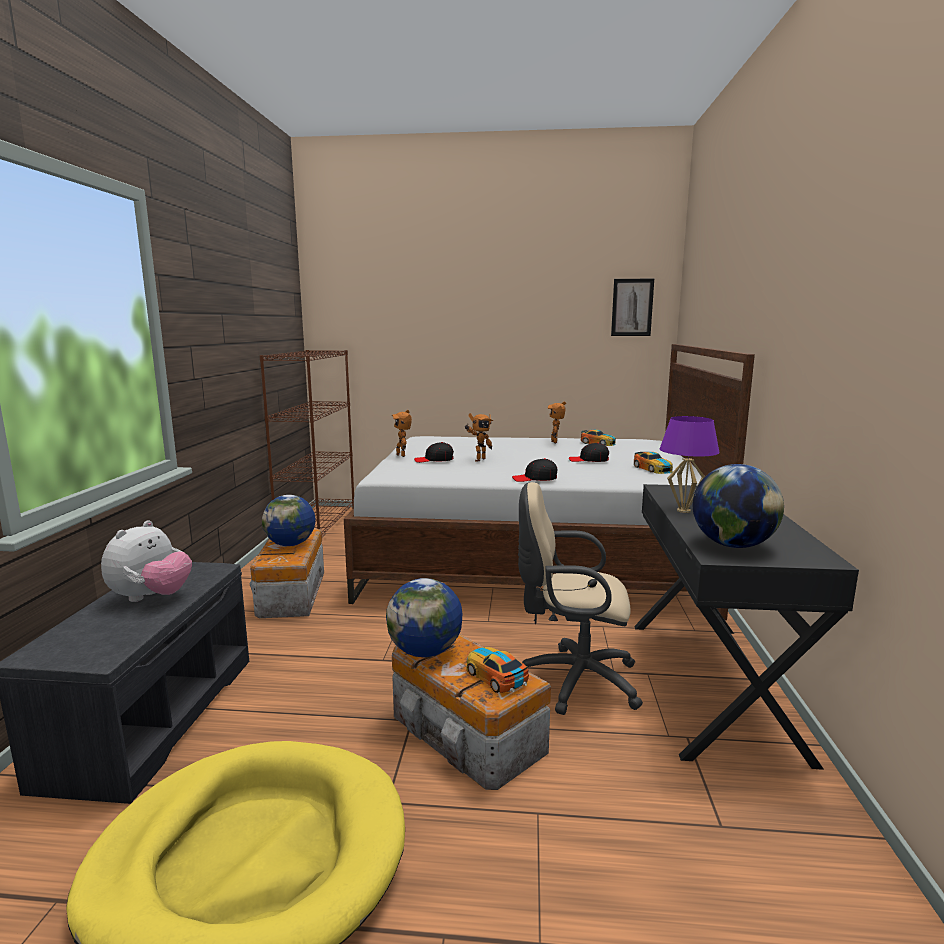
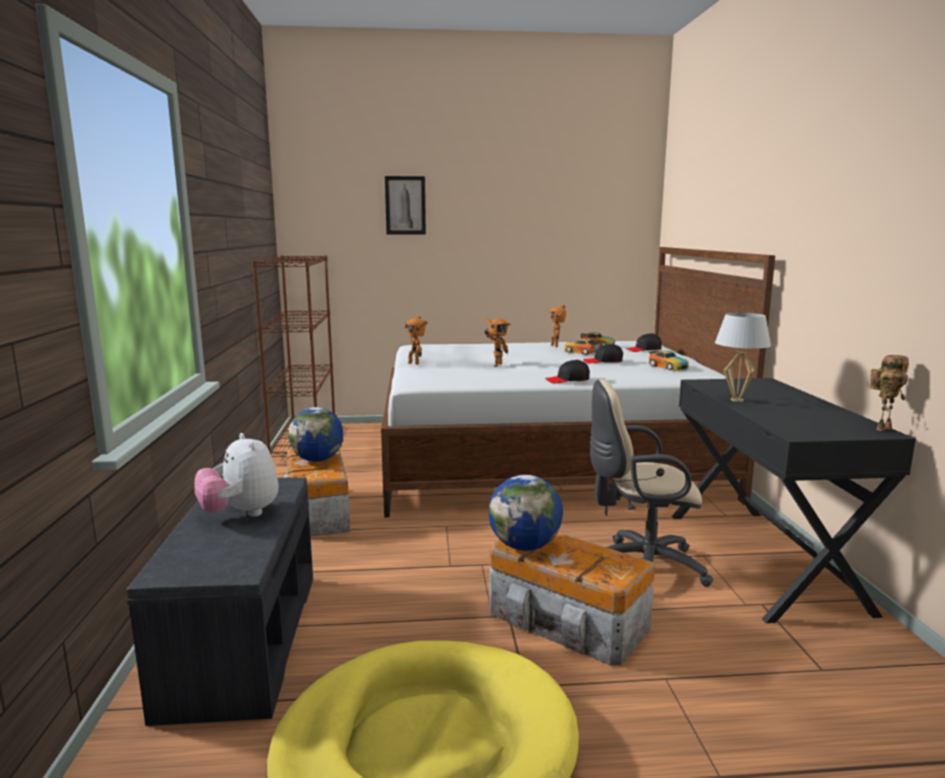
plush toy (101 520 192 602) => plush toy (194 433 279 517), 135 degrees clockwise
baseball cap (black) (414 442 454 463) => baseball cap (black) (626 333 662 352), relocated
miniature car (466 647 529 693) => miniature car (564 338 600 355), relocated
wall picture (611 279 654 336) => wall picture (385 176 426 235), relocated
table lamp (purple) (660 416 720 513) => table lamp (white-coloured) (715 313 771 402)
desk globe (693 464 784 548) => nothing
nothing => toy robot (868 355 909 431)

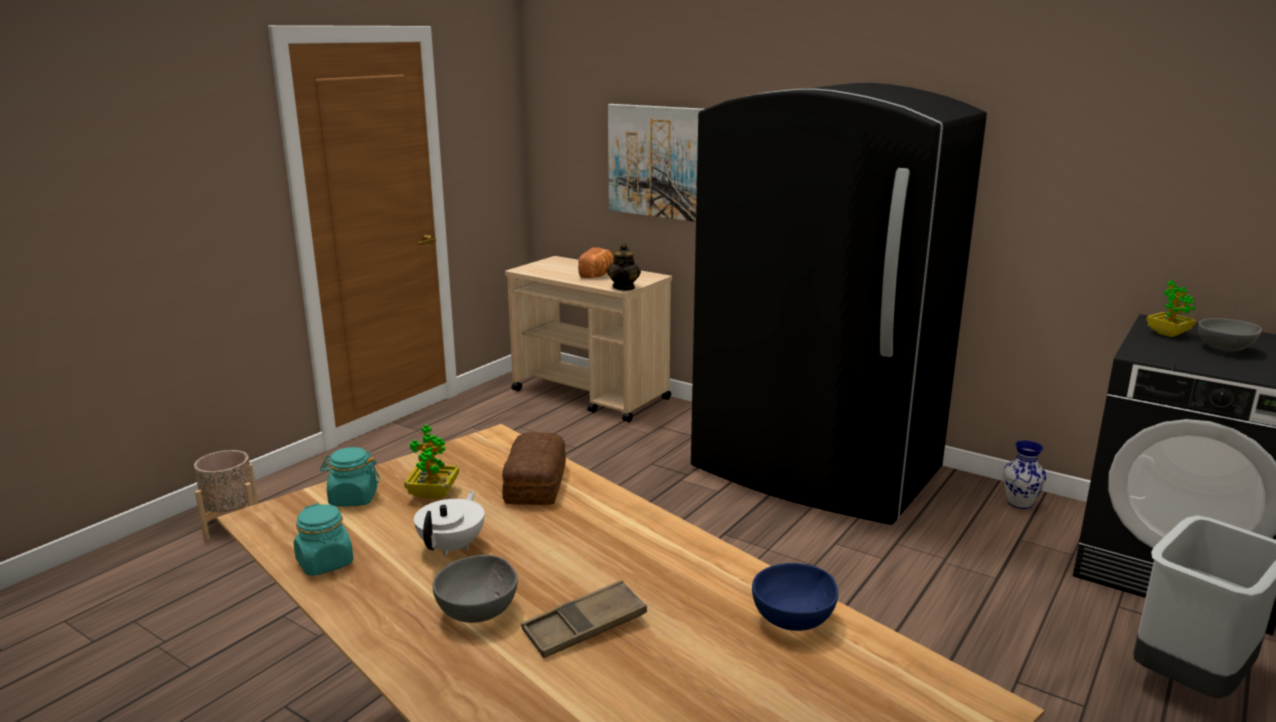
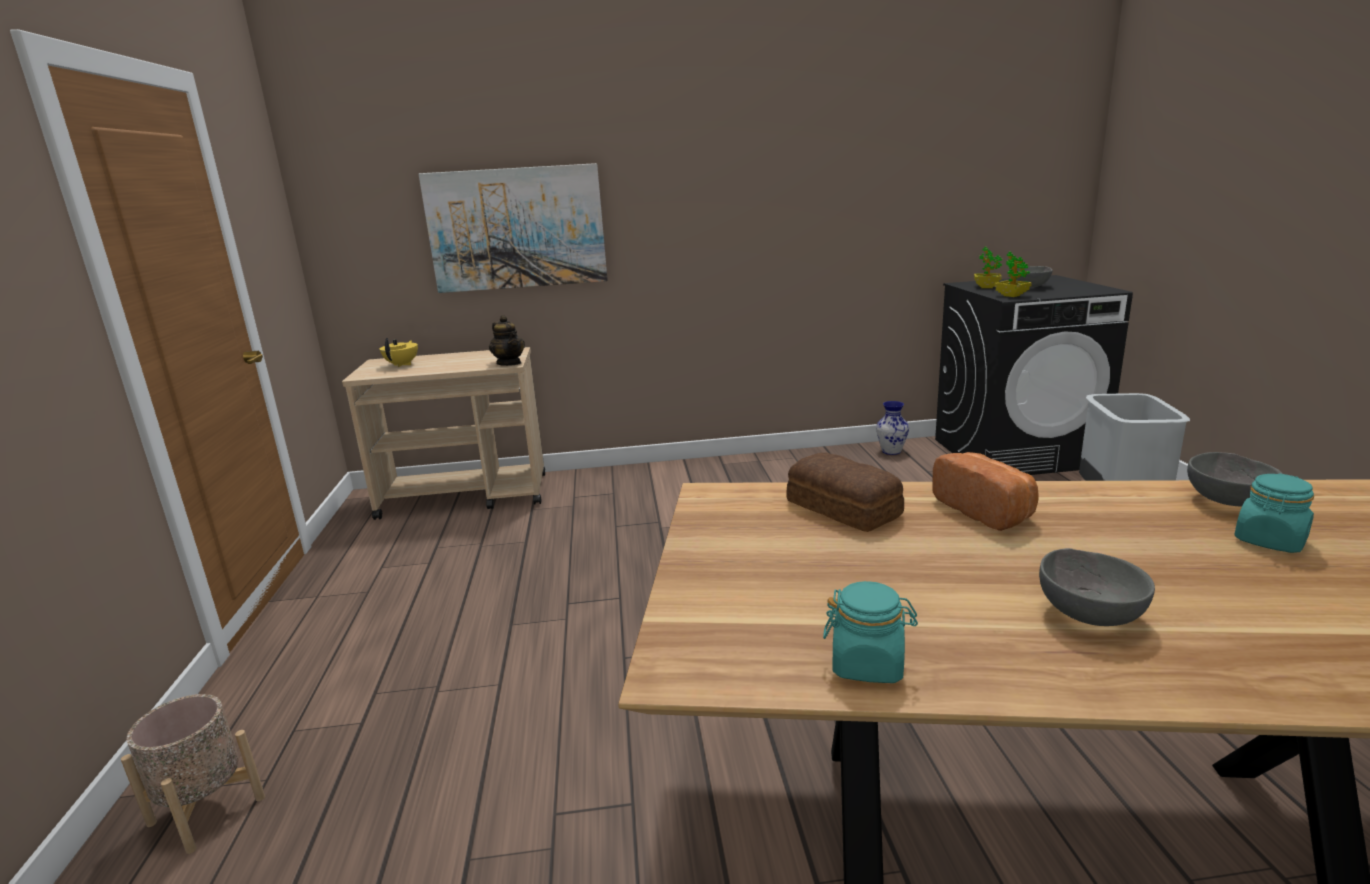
preserve jar (turquoise-coloured) (320 447 380 506) => preserve jar (turquoise-coloured) (1234 473 1314 553), relocated
plant in a pot (404 424 459 499) => plant in a pot (994 252 1032 297), relocated
pot for tea (white-coloured) (414 491 485 556) => nothing
carrying tray (brown-coloured) (521 580 647 658) => nothing
baked bread (578 247 614 278) => baked bread (933 452 1039 531), relocated
refrigerator (black) (691 83 987 525) => nothing
bowl (blue) (752 563 838 631) => bowl (gray) (1187 452 1283 506)
nothing => pot for tea (yellowish) (380 338 418 367)

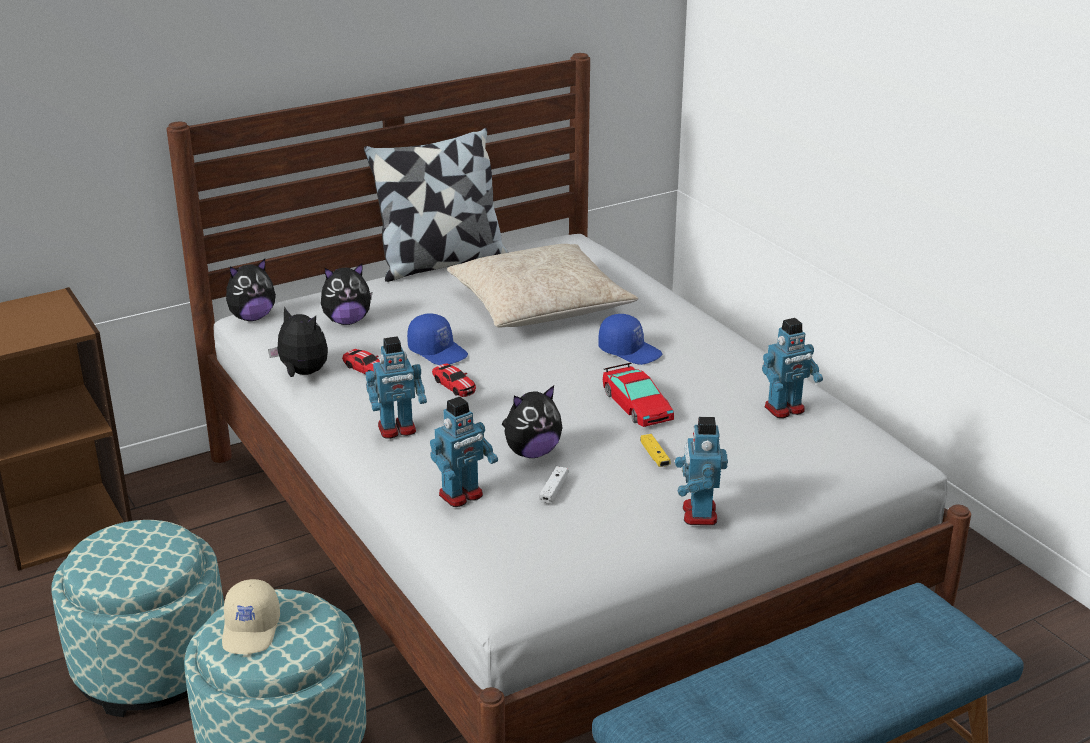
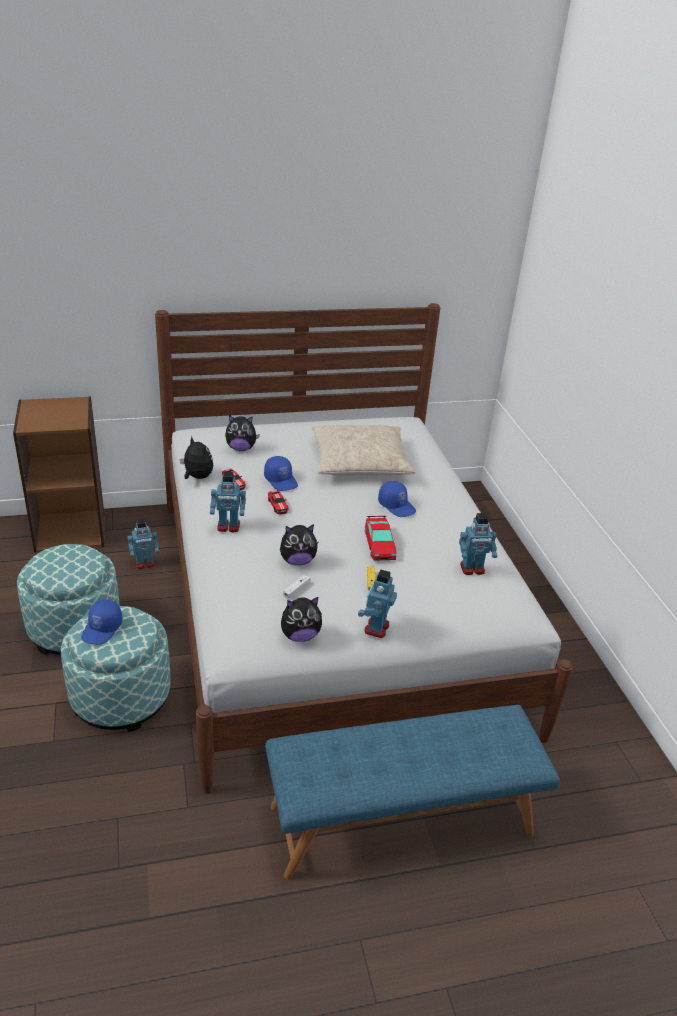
baseball cap (beige) (222 579 280 654) => baseball cap (blue) (81 599 122 645)
plush toy (226 259 276 321) => plush toy (281 597 322 642), relocated
throw pillow (364 128 508 282) => nothing
toy robot (430 397 498 507) => toy robot (127 519 159 569), relocated

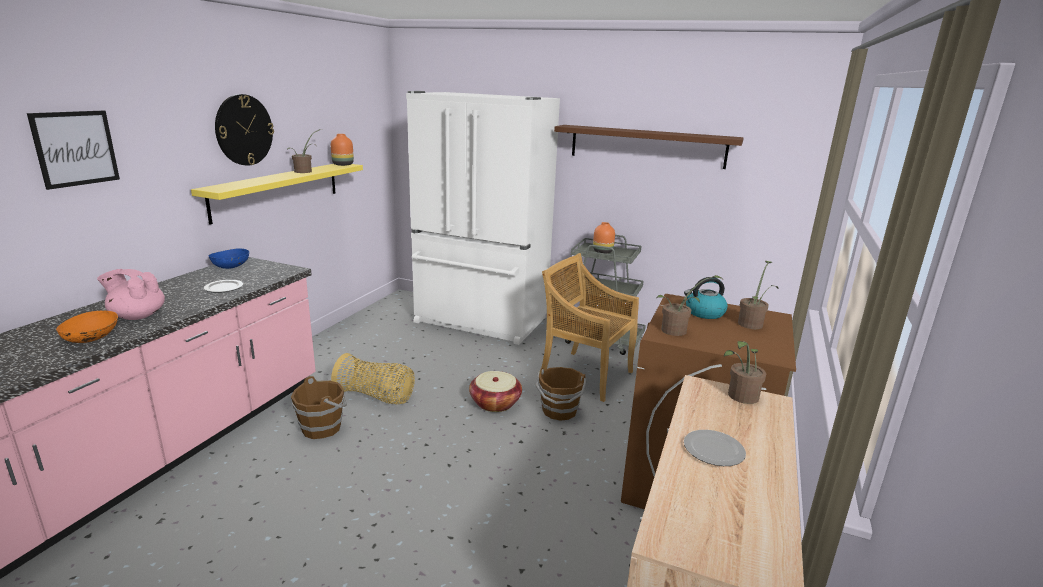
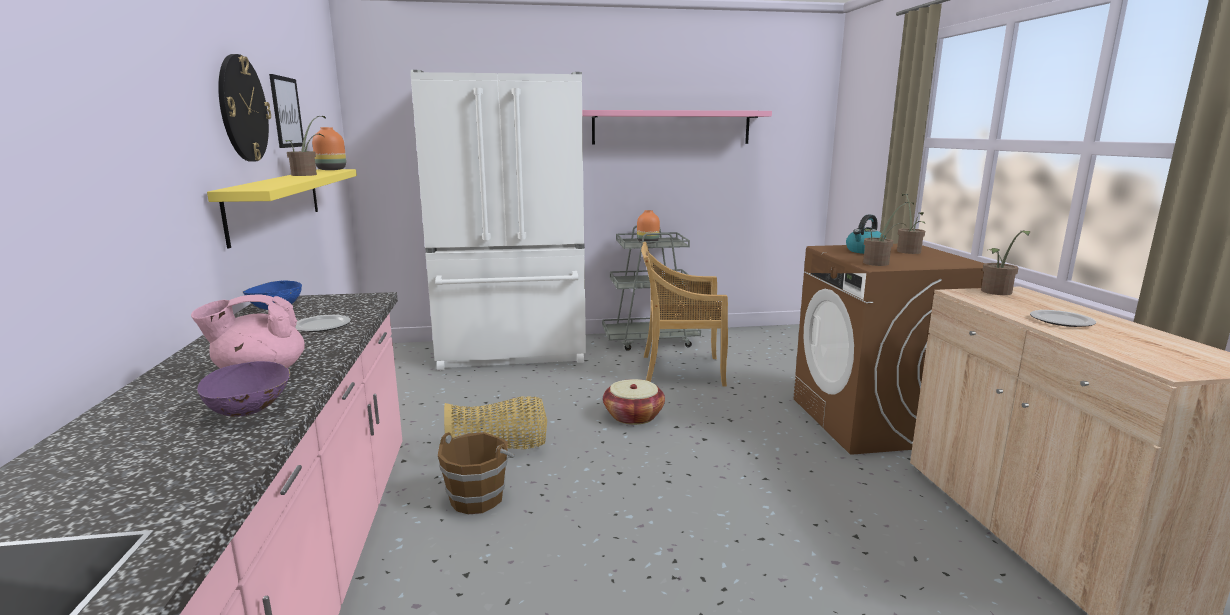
wall picture (27 111 120 190) => wall picture (269 74 304 148), relocated
bowl (orange) (56 311 118 343) => bowl (purple) (197 361 290 417)
bucket (brown-coloured) (536 367 587 421) => nothing
wall shelf (brown-coloured) (554 125 744 169) => wall shelf (pinkish) (582 110 772 144)

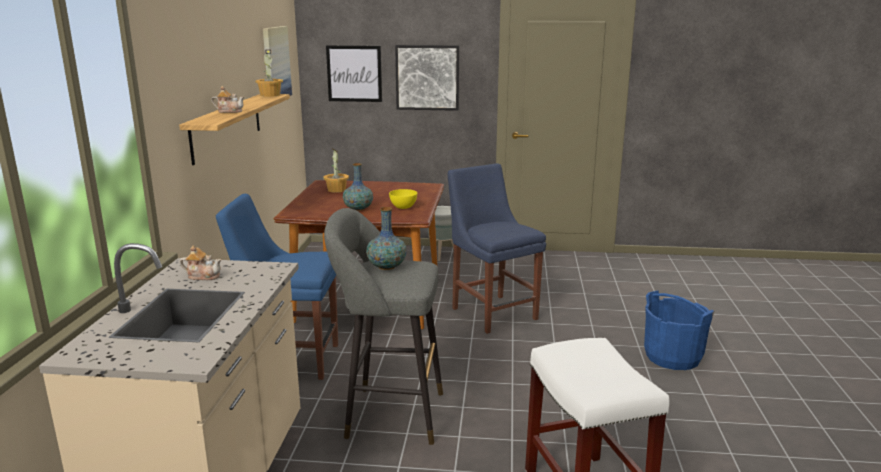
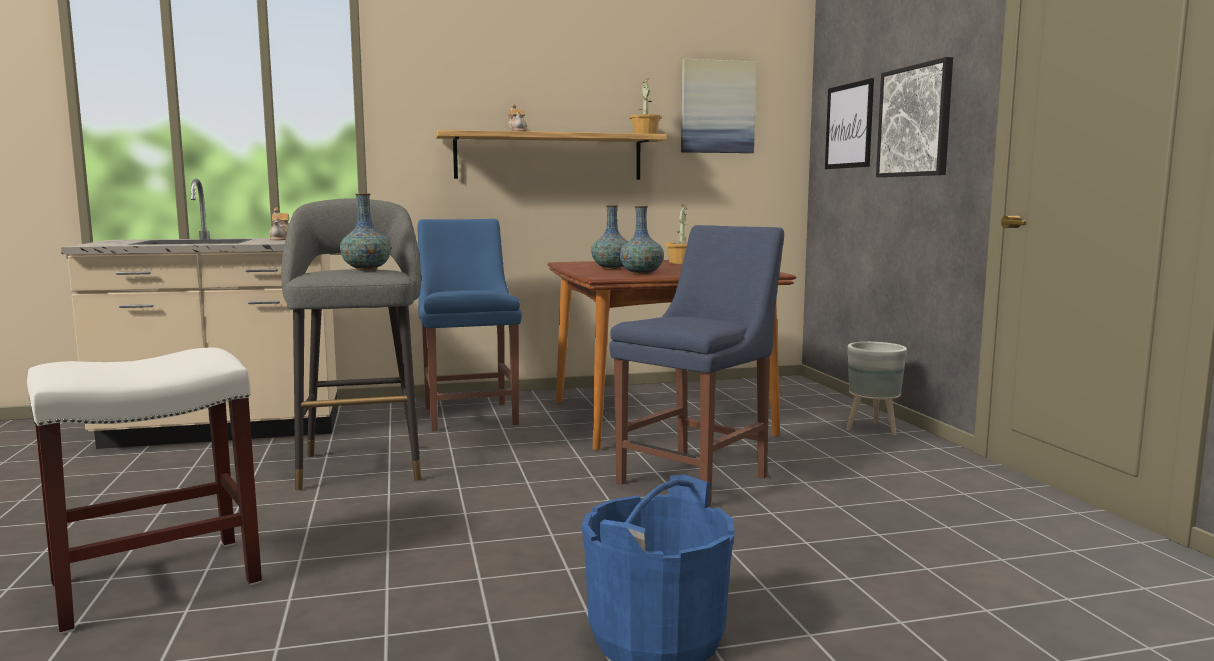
bowl (yellowish) (389 189 417 209) => flower vase (620 206 664 274)

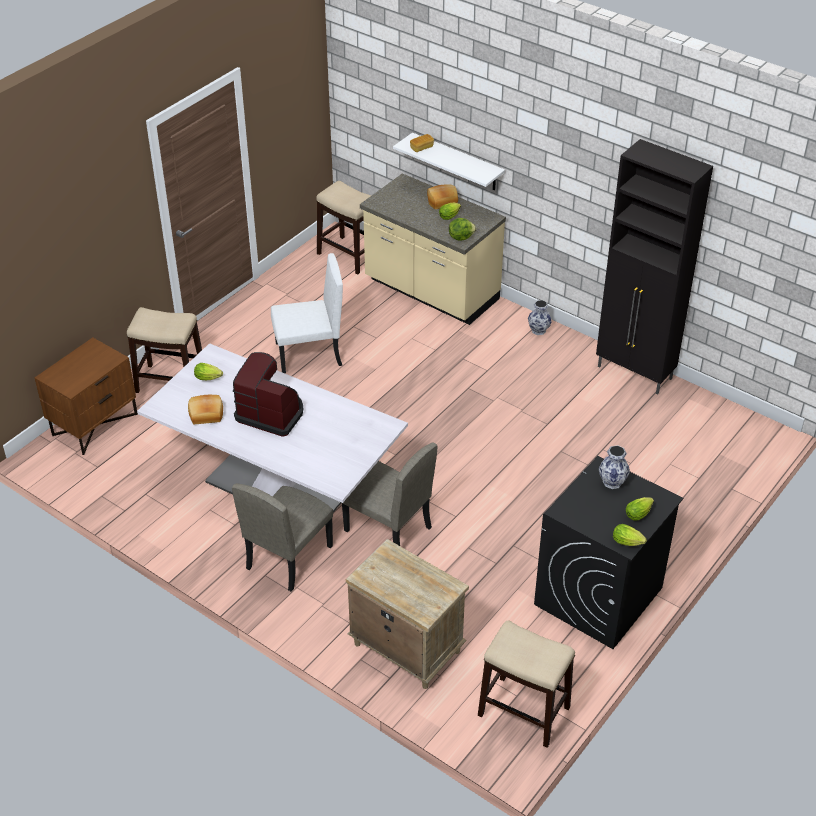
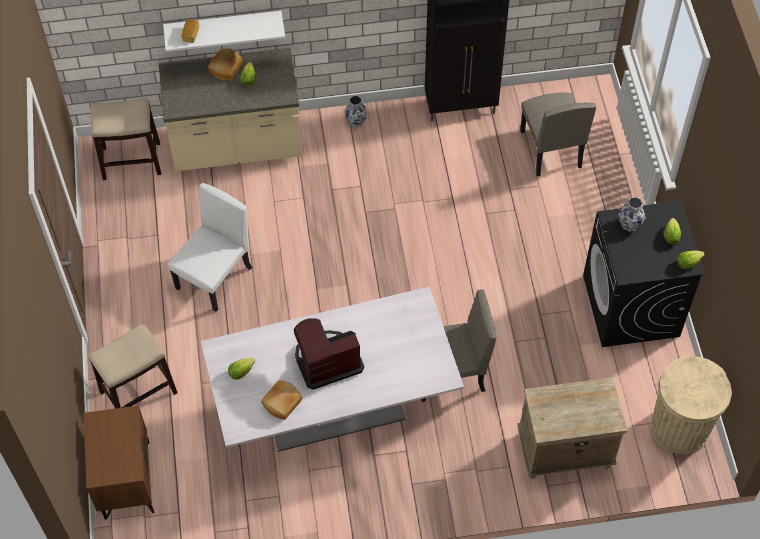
upright chair (beige) (232 483 333 592) => upright chair (beige) (520 92 596 177), relocated
head of lettuce (449 218 476 241) => nothing
sitting stool (478 621 575 748) => waste bin (beige) (651 356 732 454)

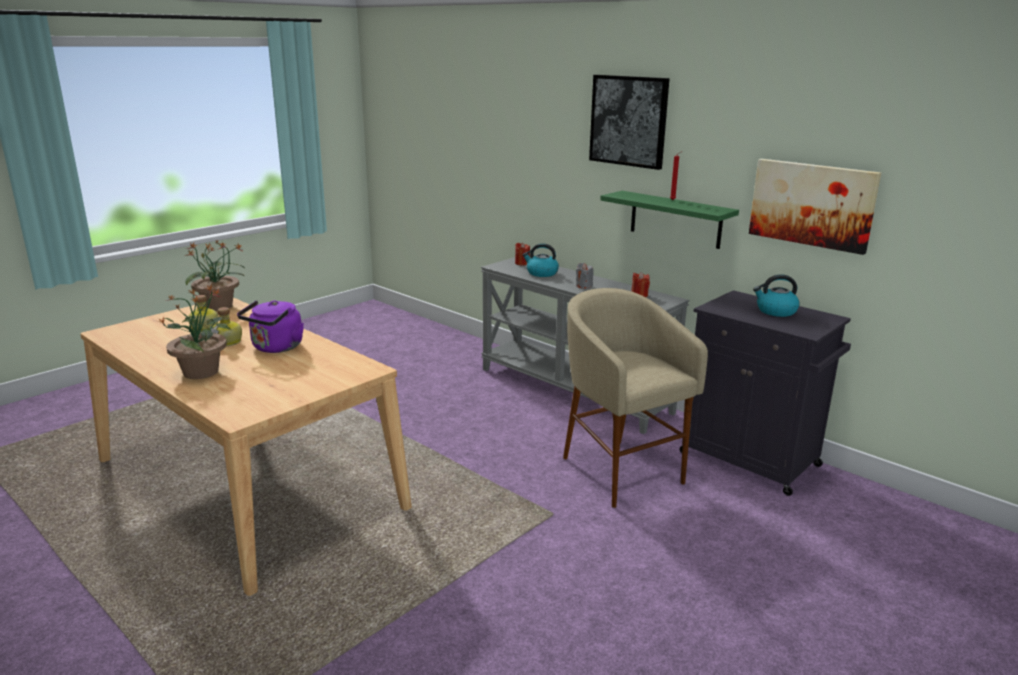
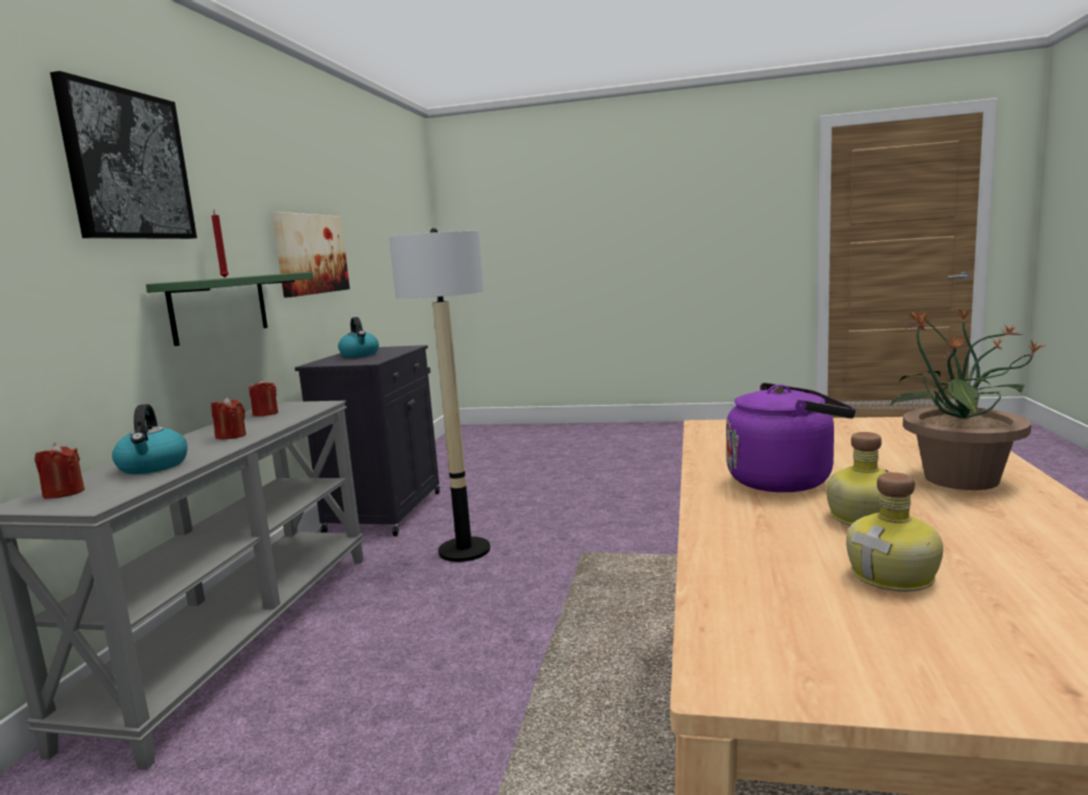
plant in a pot (185 241 245 311) => nothing
sitting stool (beige) (563 288 708 508) => standing lamp (389 228 490 562)
candle (gray) (576 263 594 289) => candle (red-coloured) (211 397 246 439)

